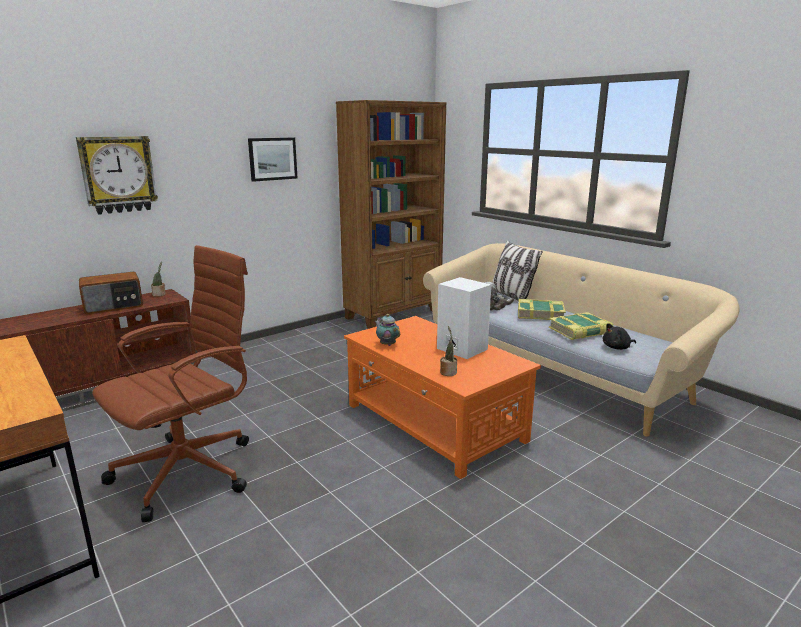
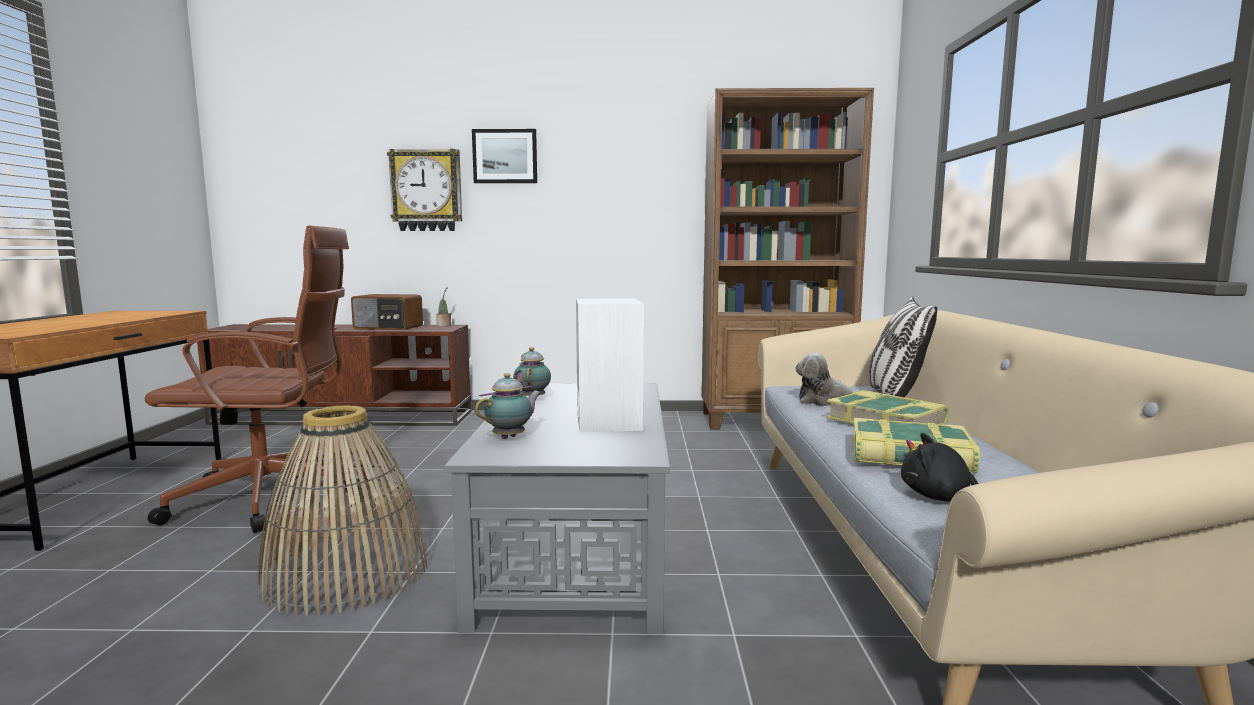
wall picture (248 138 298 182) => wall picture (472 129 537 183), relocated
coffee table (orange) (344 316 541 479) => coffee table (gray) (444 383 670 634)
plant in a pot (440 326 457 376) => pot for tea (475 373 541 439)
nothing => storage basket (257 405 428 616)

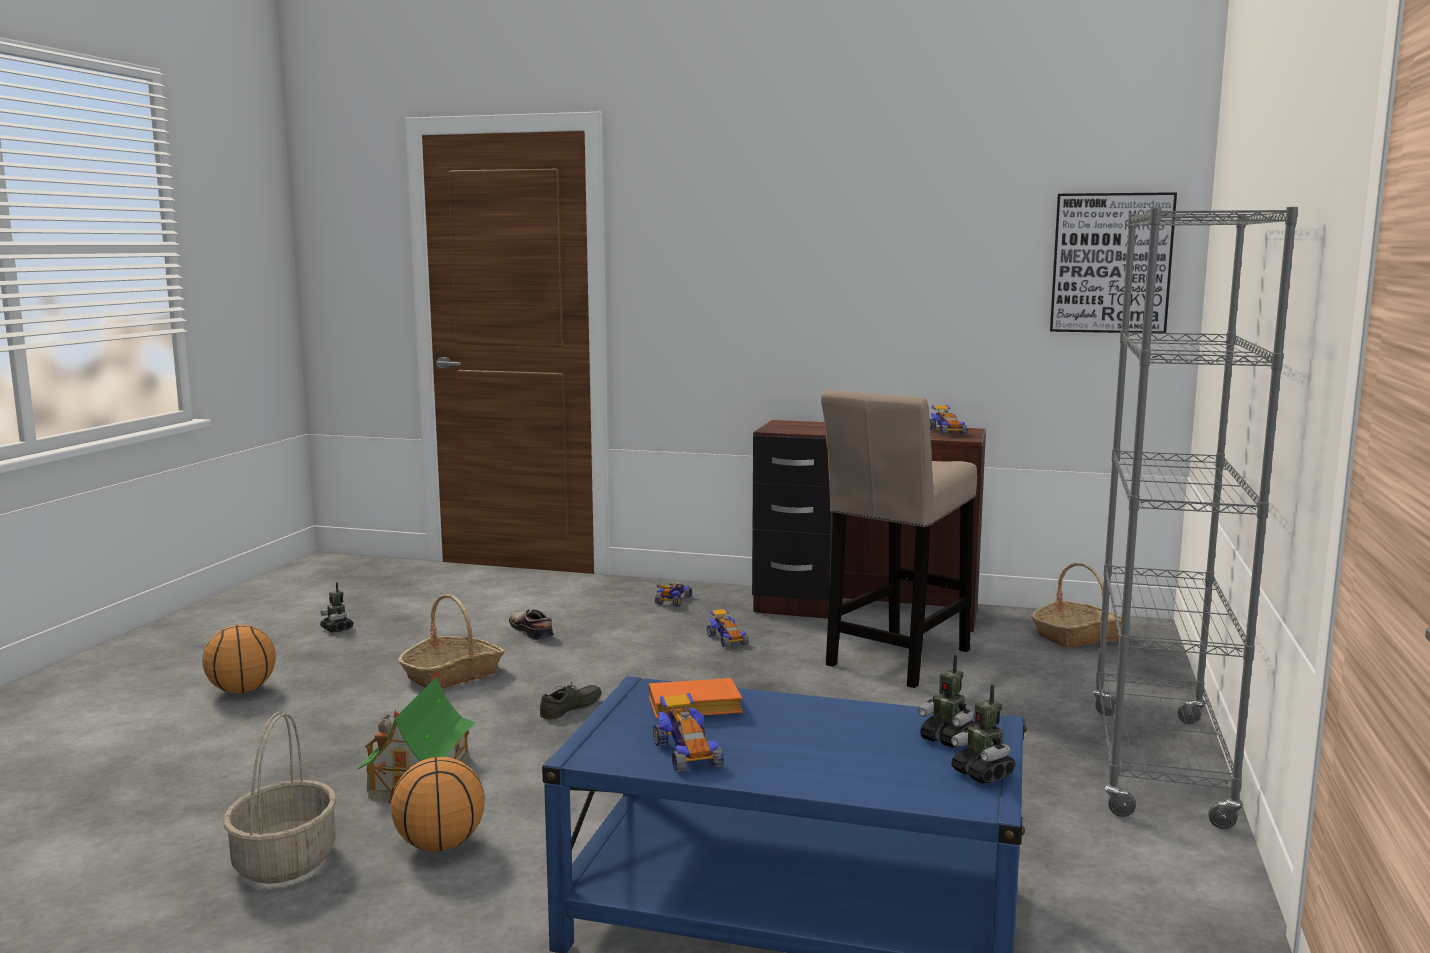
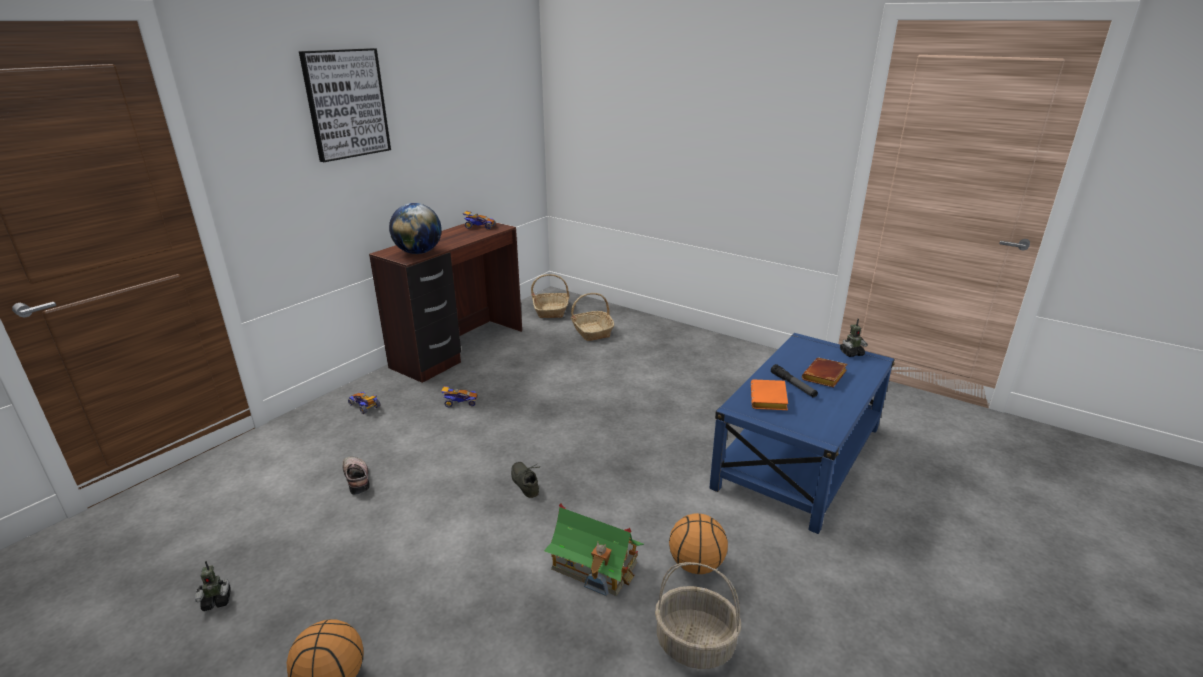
storage basket (398 594 505 689) => storage basket (571 293 614 341), relocated
low shoe (509 609 553 640) => low shoe (342 457 370 495), 75 degrees clockwise
miniature car (653 693 723 771) => nothing
sitting stool (beige) (821 390 977 688) => nothing
toy robot (918 655 975 748) => nothing
wall picture (1050 192 1177 333) => wall picture (299 48 391 162), relocated
bookcase (gray) (1092 207 1298 829) => nothing
nothing => desk globe (389 203 442 254)
nothing => torch (771 364 818 398)
nothing => bound book (brown-coloured) (802 357 848 388)

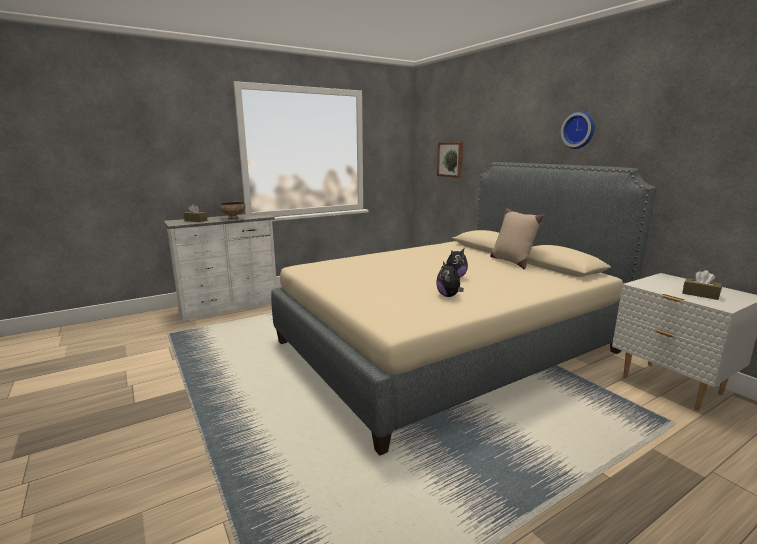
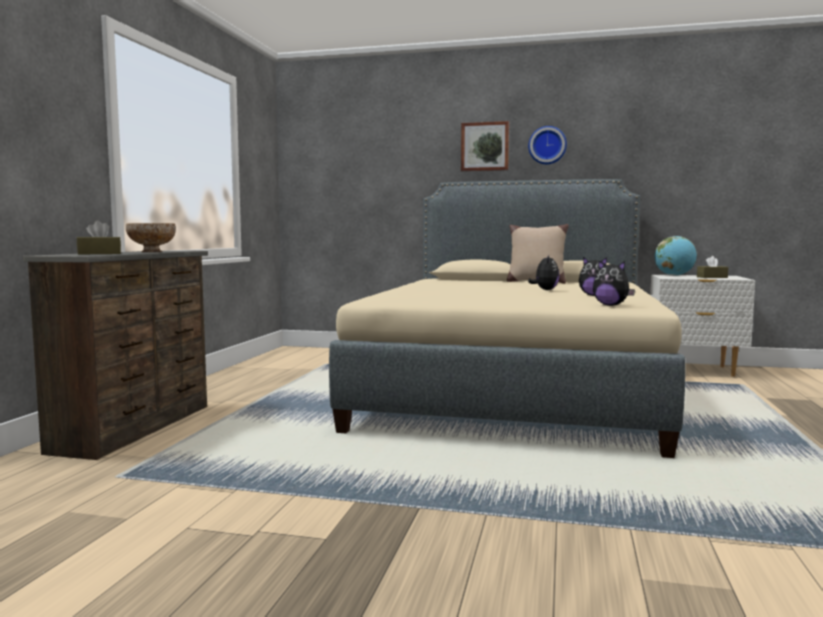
dresser (white-coloured) (164 213 277 321) => dresser (brown-coloured) (23 251 208 460)
wall picture (437 142 463 178) => wall picture (461 121 509 171), relocated
nothing => plush toy (593 261 635 306)
nothing => desk globe (654 236 697 276)

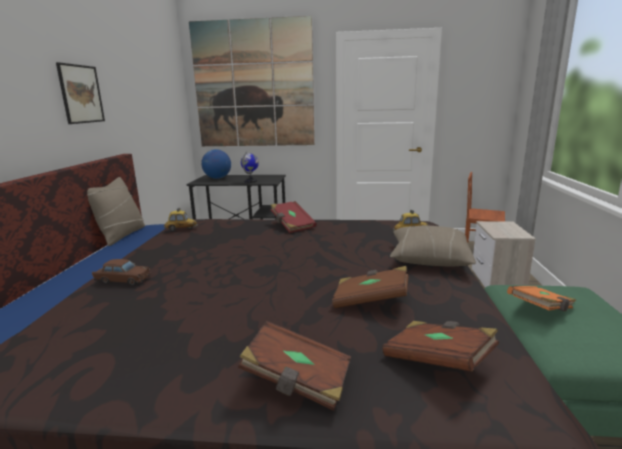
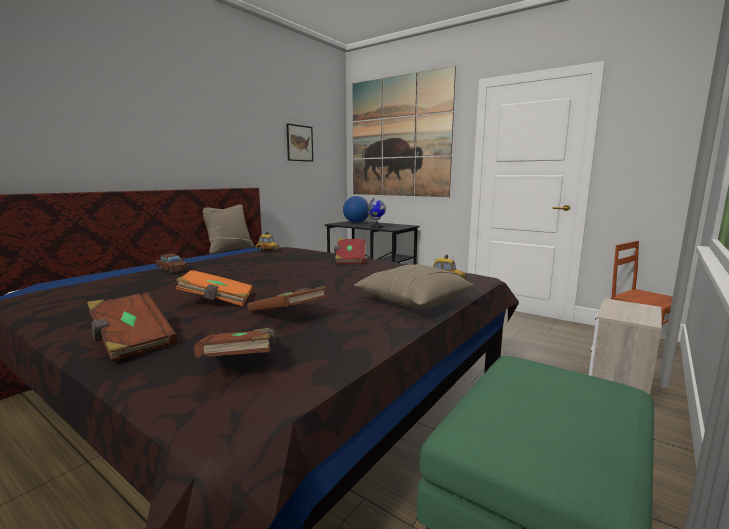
wall picture (56 62 105 124) => wall picture (286 123 313 162), relocated
bound book (orange) (507 286 576 311) => bound book (orange) (175 270 252 306), relocated

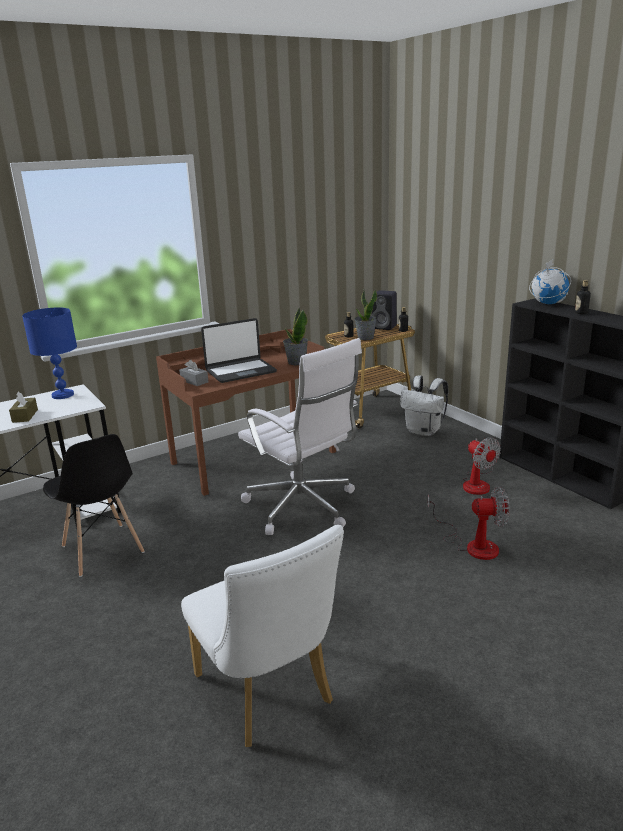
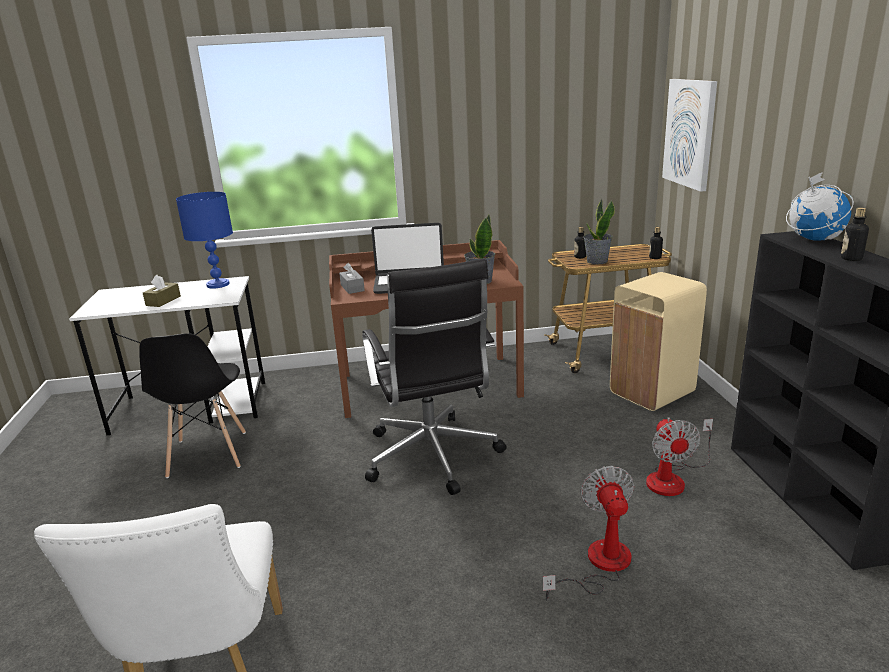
desk chair (white-coloured) (238 338 362 535) => desk chair (black) (362 259 507 495)
loudspeaker (black) (371 290 397 330) => nothing
knapsack (white-coloured) (400 375 448 436) => waste bin (beige) (610 272 707 411)
electric fan (428 487 510 560) => electric fan (543 466 634 601), 120 degrees counterclockwise
nothing => wall picture (662 79 717 192)

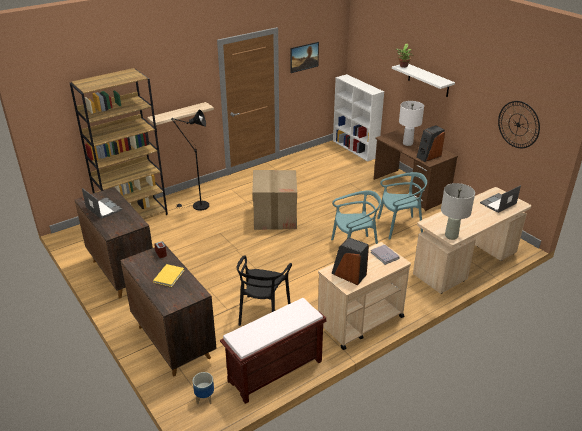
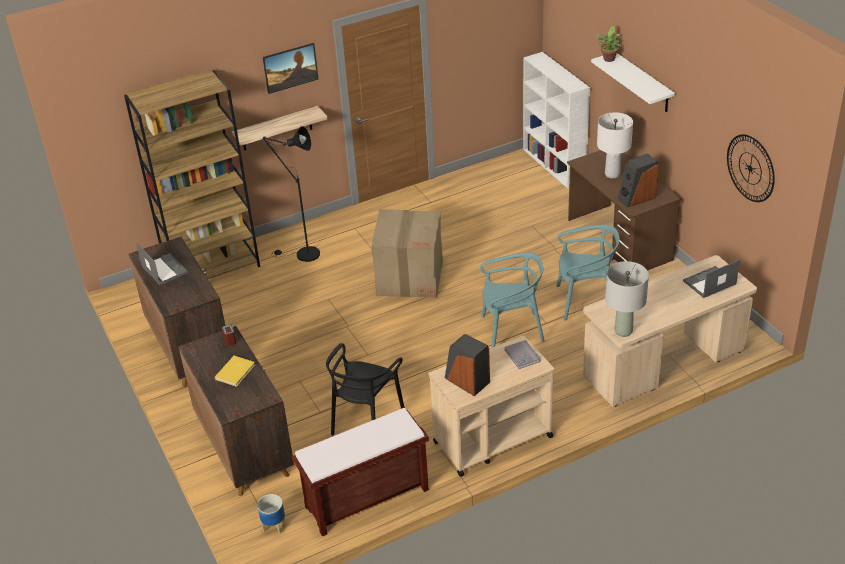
wall picture (291 42 319 73) => wall picture (263 43 318 94), relocated

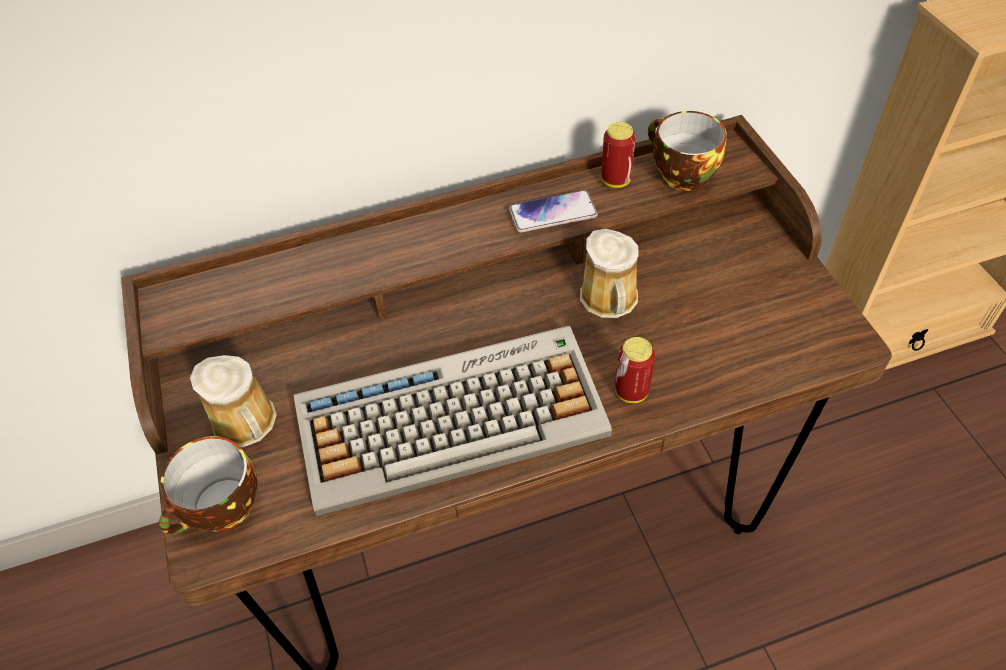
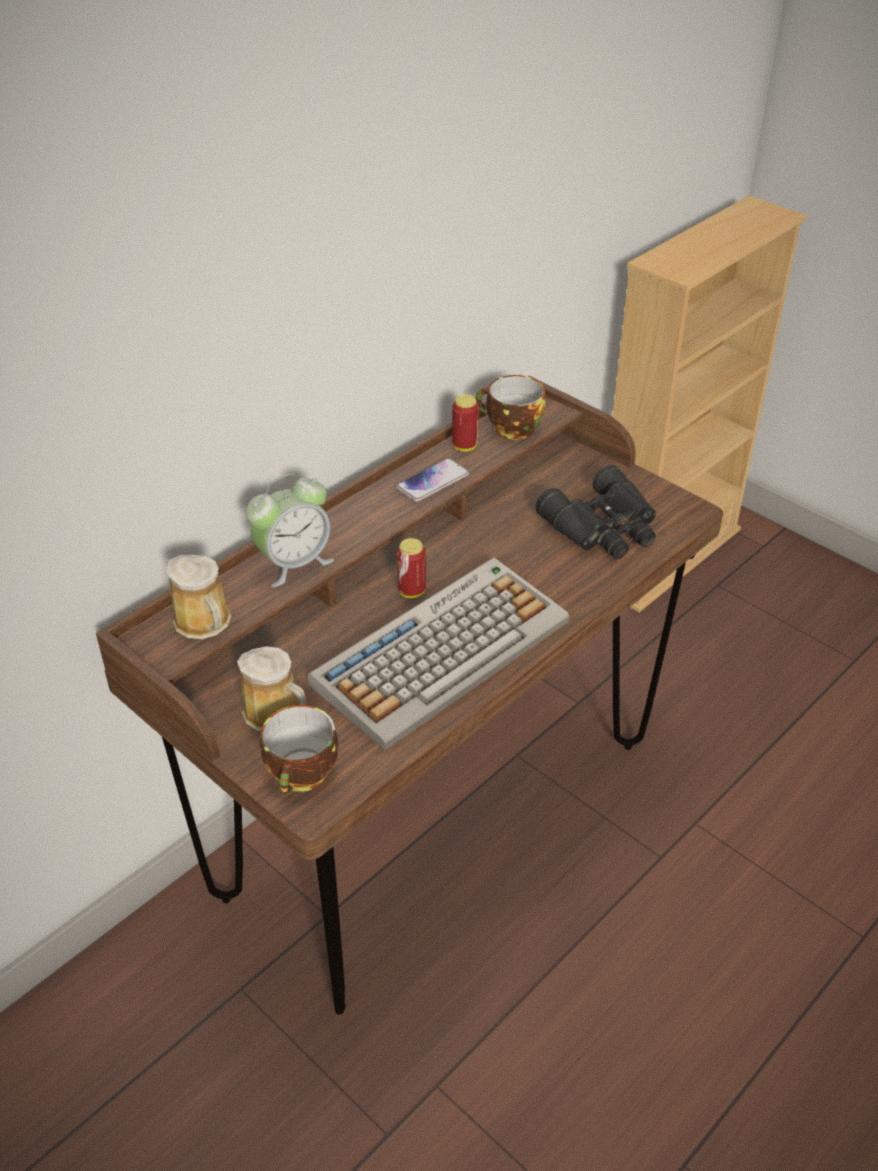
mug (580 229 639 318) => mug (166 555 231 639), relocated
metal can (615 337 655 403) => metal can (397 538 426 599), relocated
nothing => alarm clock (246 474 334 587)
nothing => field glasses (black) (535 465 656 559)

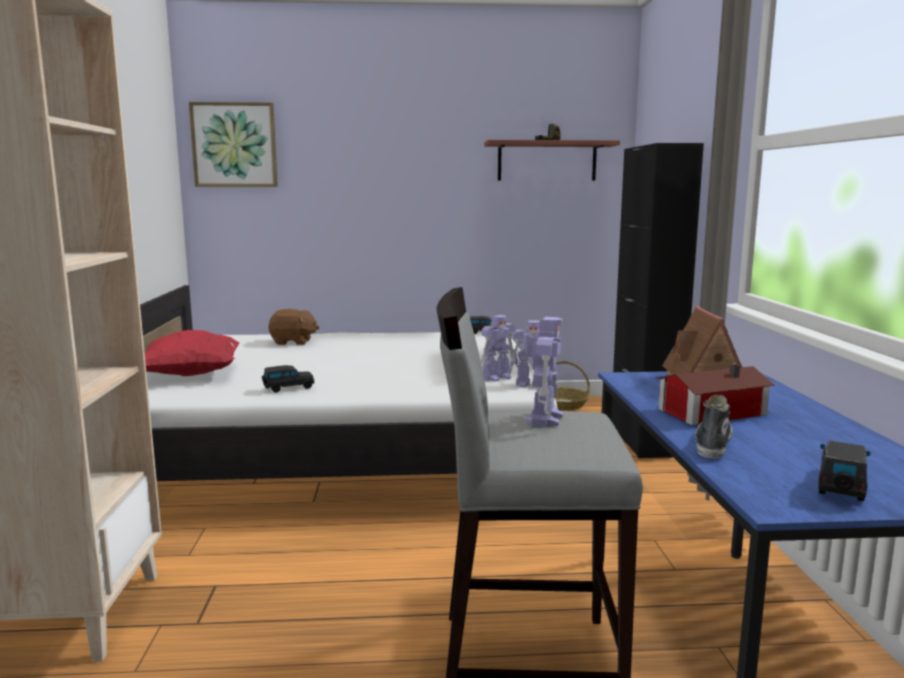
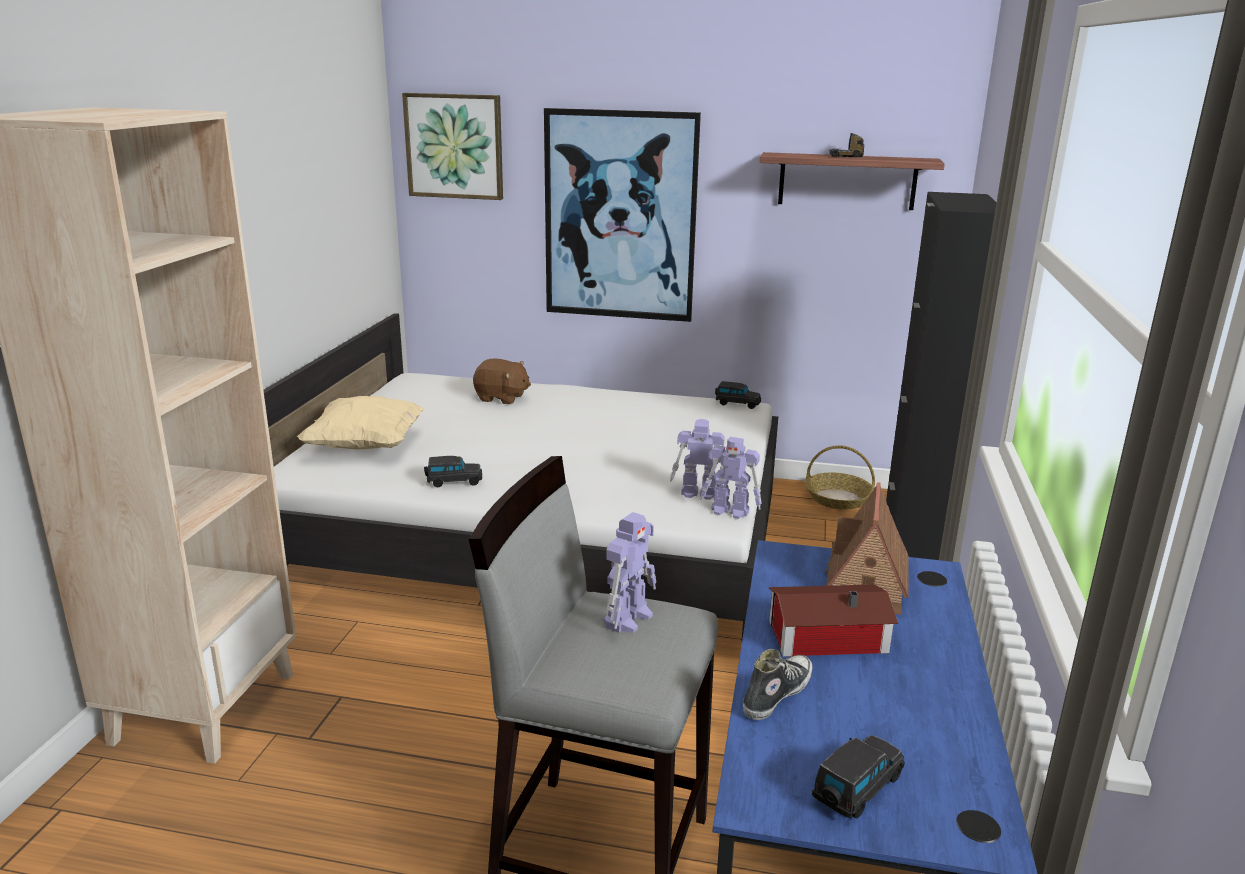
throw pillow (red-coloured) (145 330 239 376) => throw pillow (beige) (296 396 425 449)
toy robot (481 315 518 382) => toy robot (670 419 729 500), 150 degrees counterclockwise
nothing => wall picture (544 108 701 322)

